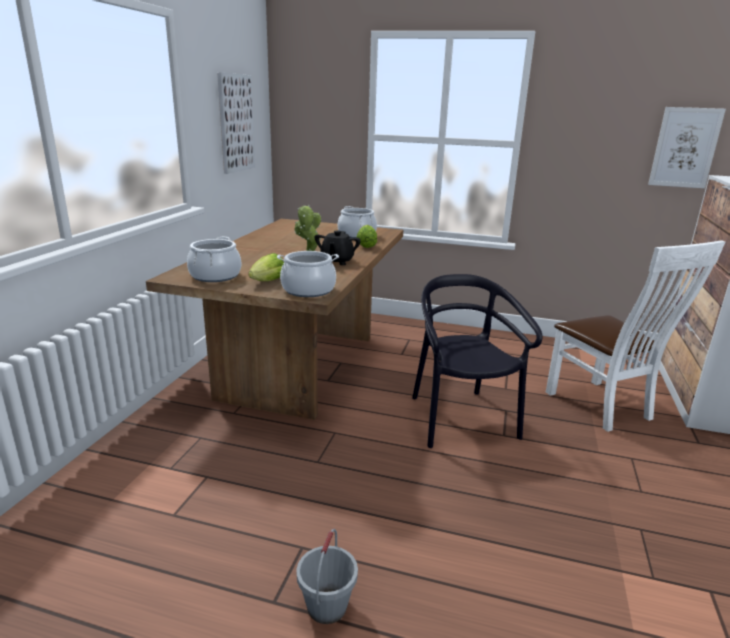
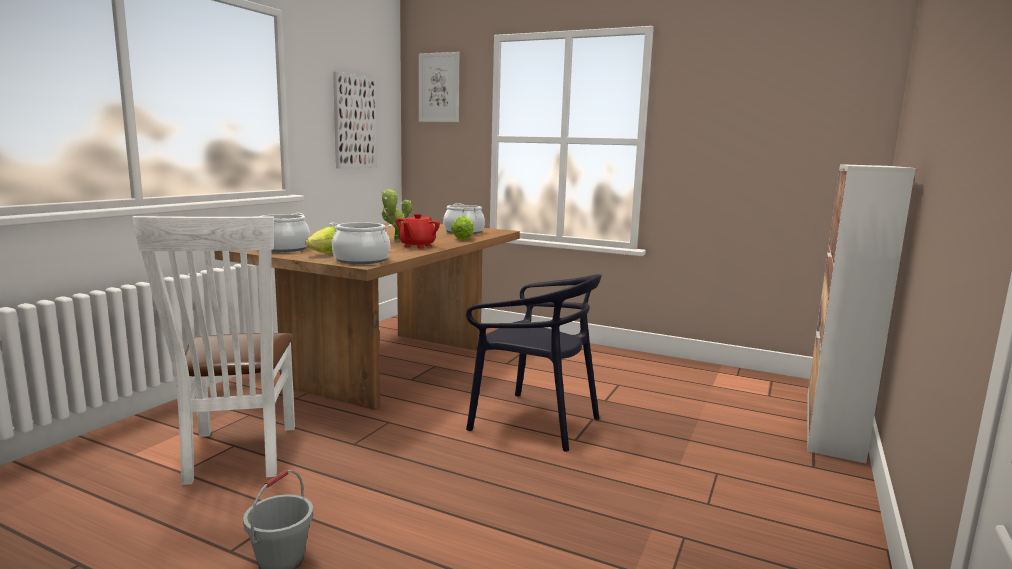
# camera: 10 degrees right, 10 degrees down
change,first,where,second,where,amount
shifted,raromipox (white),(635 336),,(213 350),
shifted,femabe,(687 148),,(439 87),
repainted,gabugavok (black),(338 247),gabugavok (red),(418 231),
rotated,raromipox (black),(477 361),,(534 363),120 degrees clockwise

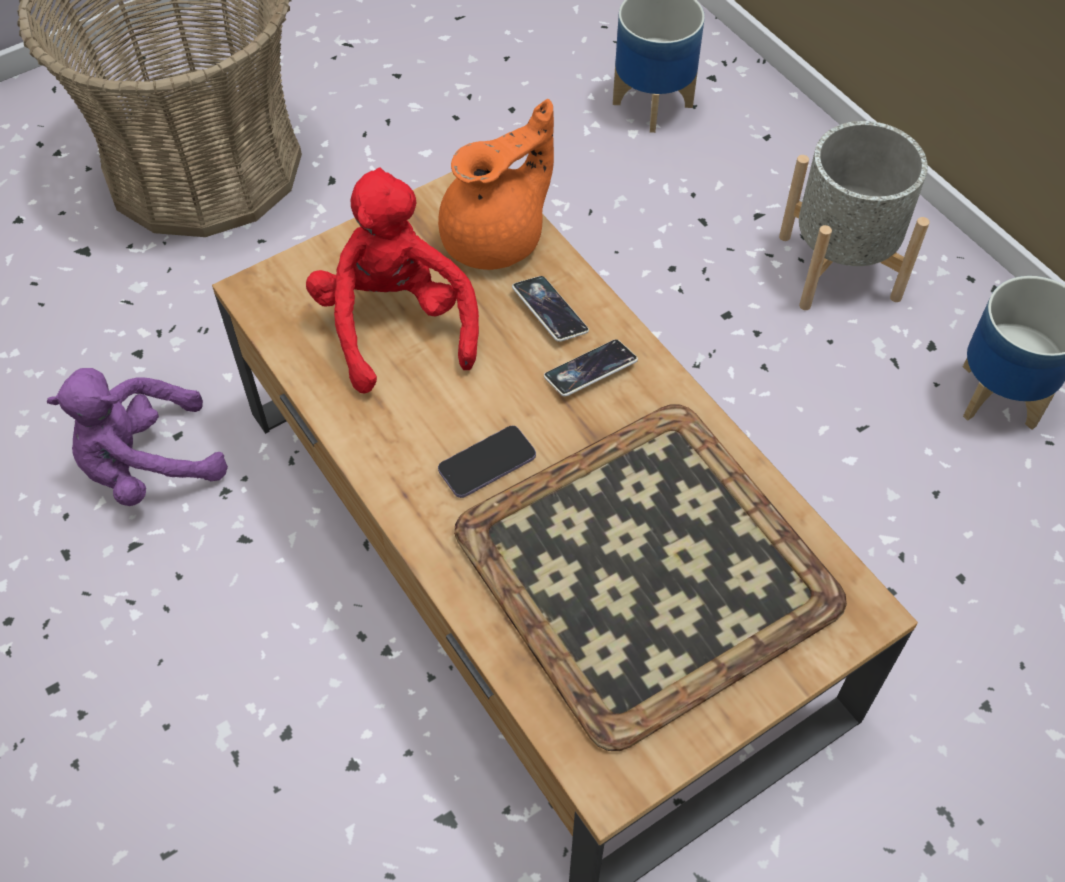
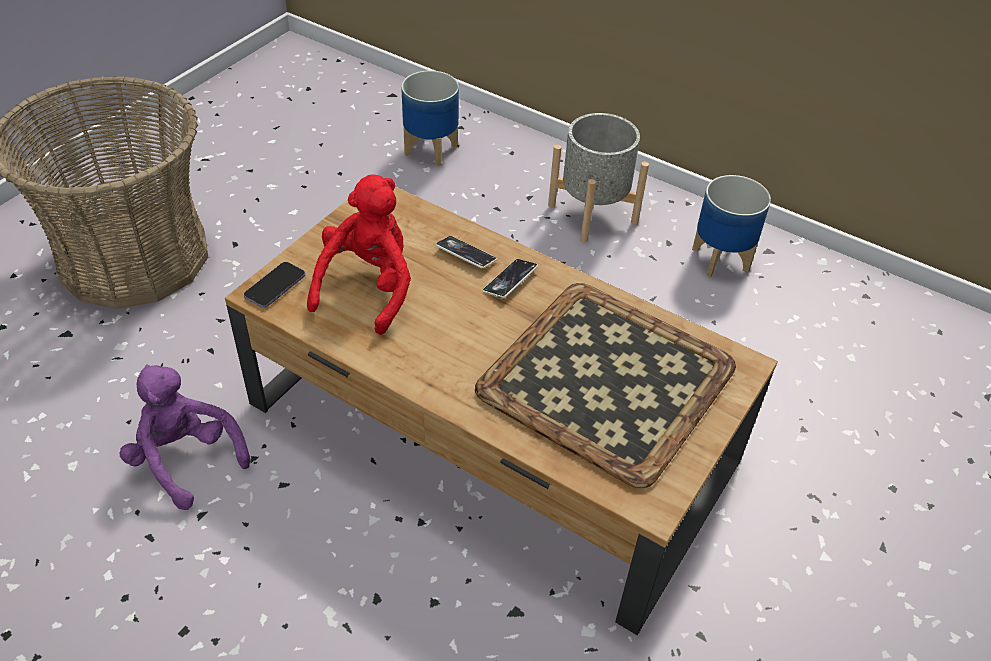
# camera: 25 degrees left, 10 degrees down
change,first,where,second,where,amount
gone,gabugavok (orange),(496 184),,,
shifted,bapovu,(487 462),,(274 285),
rotated,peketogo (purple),(137 437),,(184 437),90 degrees clockwise
rotated,peketogo (red),(392 280),,(359 255),60 degrees clockwise

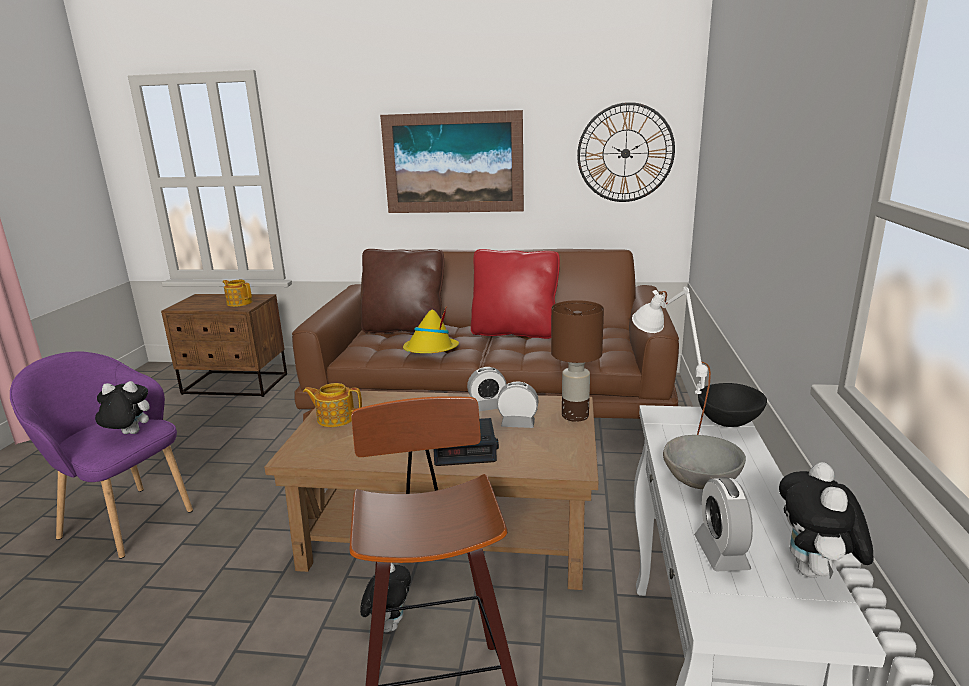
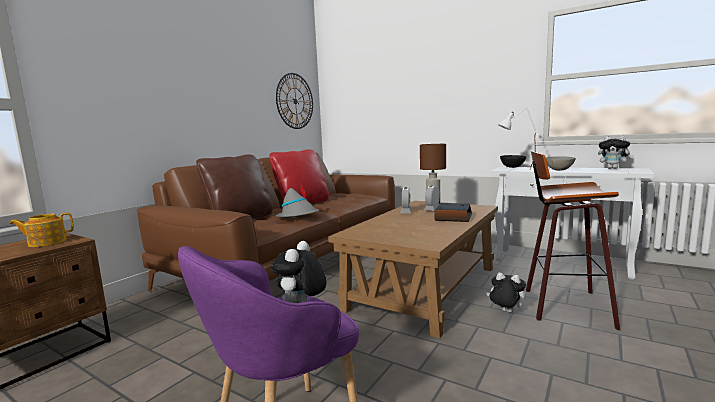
# camera: 65 degrees left, 10 degrees down
change,first,where,second,where,amount
gone,gabugavok,(332 405),,,
gone,femabe,(452 161),,,
gone,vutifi,(723 524),,,
repainted,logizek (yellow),(431 329),logizek (grey),(297 200),

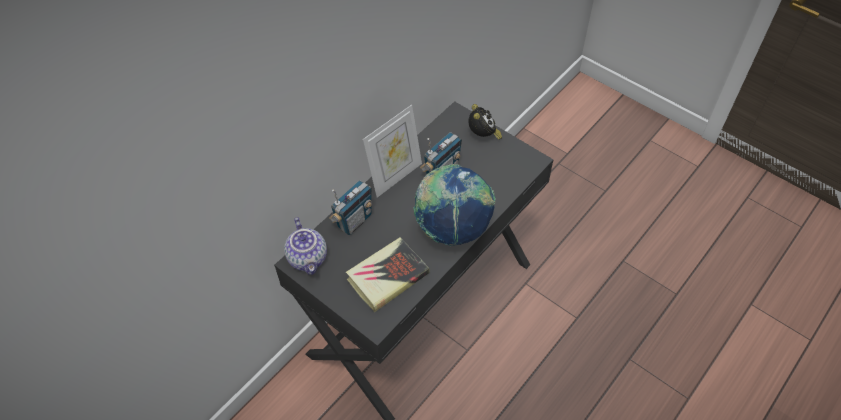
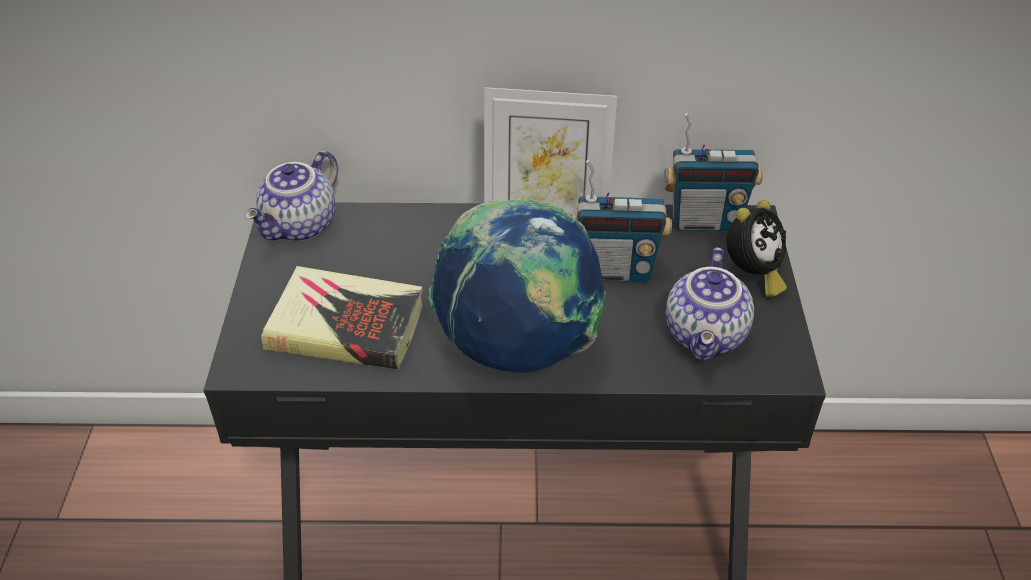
# camera: 50 degrees right, 10 degrees down
change,first,where,second,where,amount
new,,,gabugavok,(710 303),
shifted,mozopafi,(350 207),,(713 172),

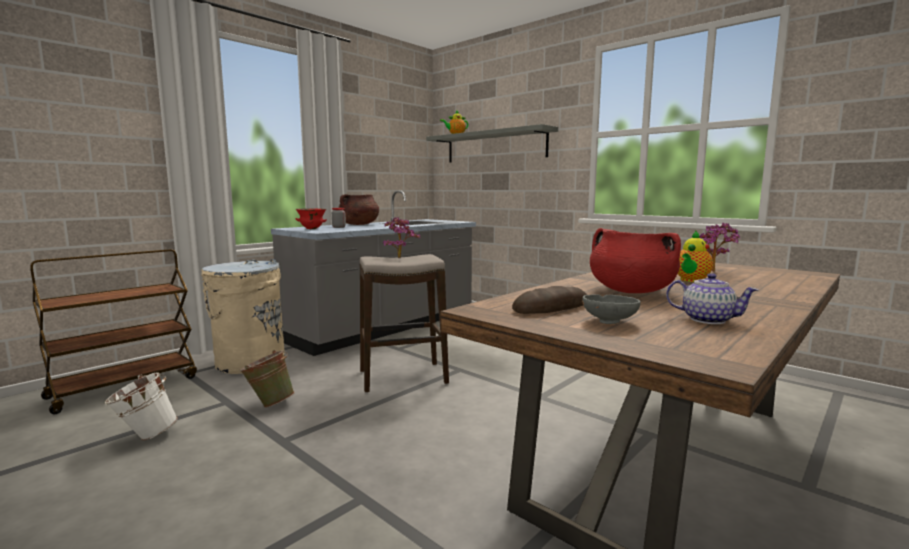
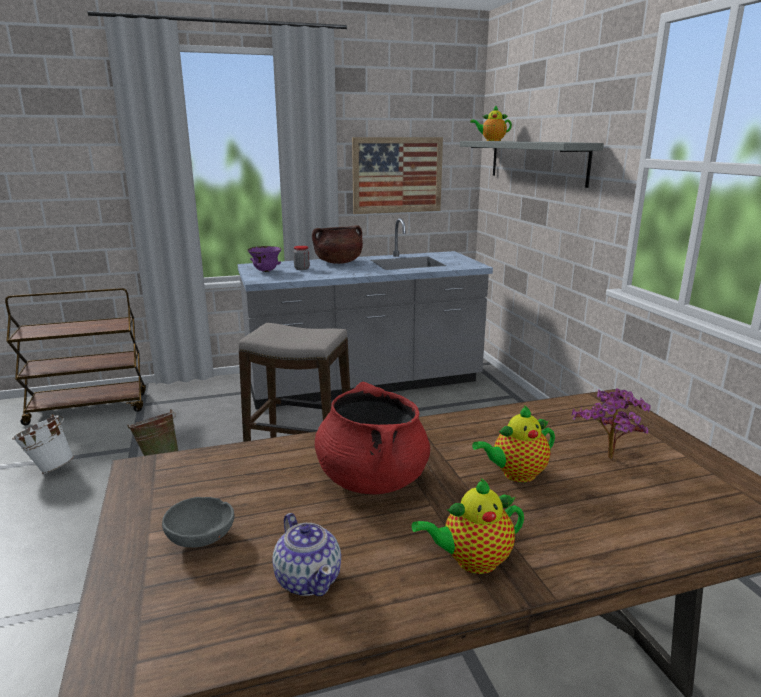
# camera: 30 degrees right, 10 degrees up
change,first,where,second,where,amount
gone,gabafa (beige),(243 316),,,
gone,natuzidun,(401 237),,,
gone,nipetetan,(549 300),,,
new,,,femabe,(397 175),
new,,,gabugavok,(467 526),
repainted,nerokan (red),(311 218),nerokan (purple),(264 259),

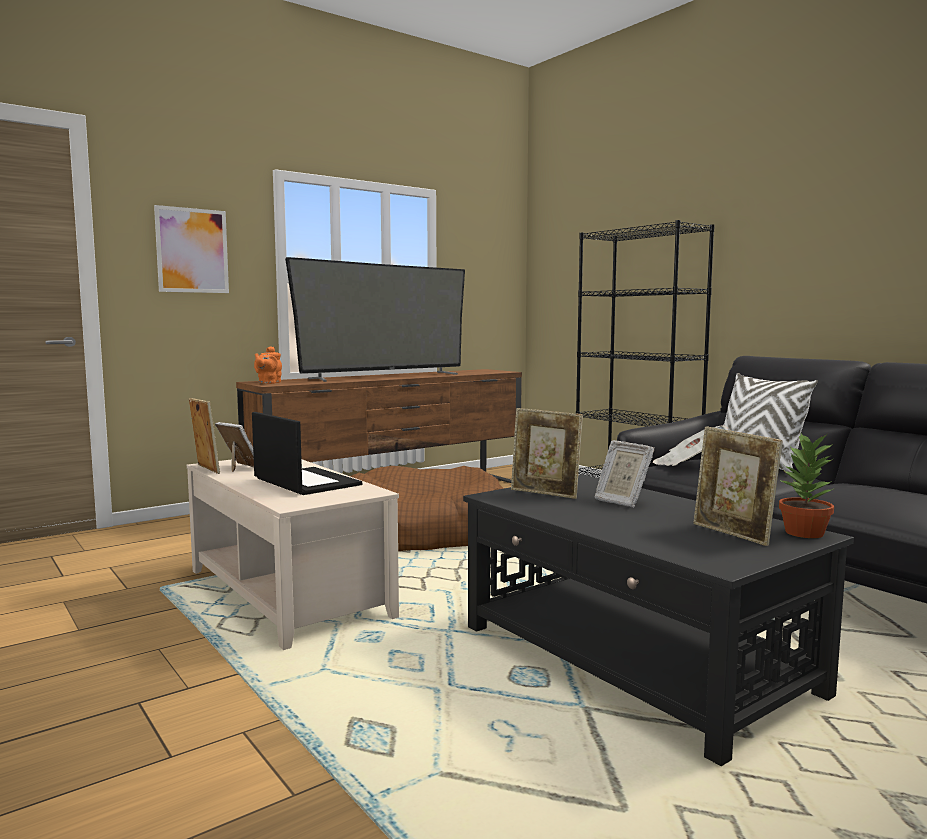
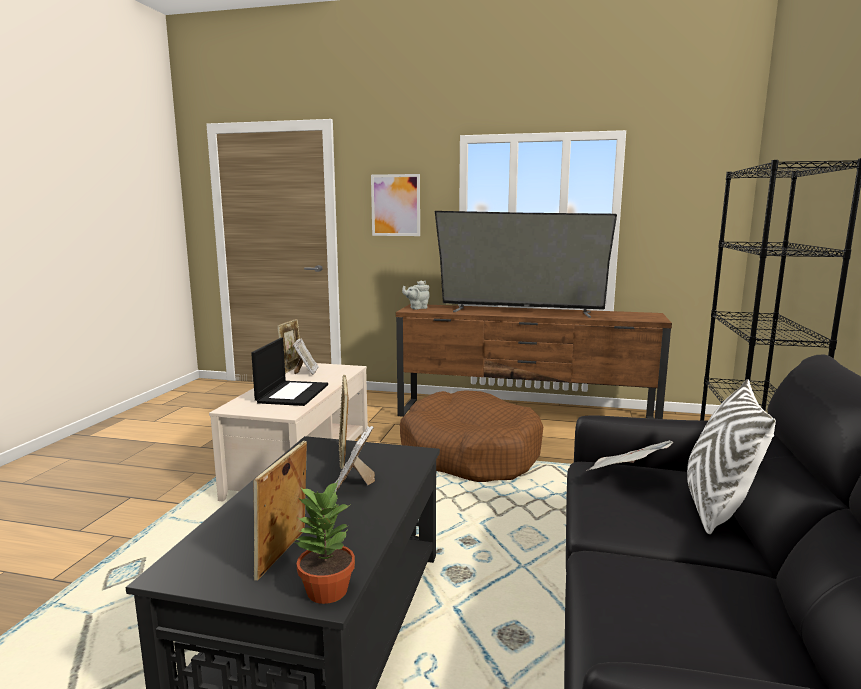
# camera: 50 degrees right, 5 degrees up
change,first,where,second,where,amount
repainted,gabugavok (orange),(268 365),gabugavok (grey),(416 295),

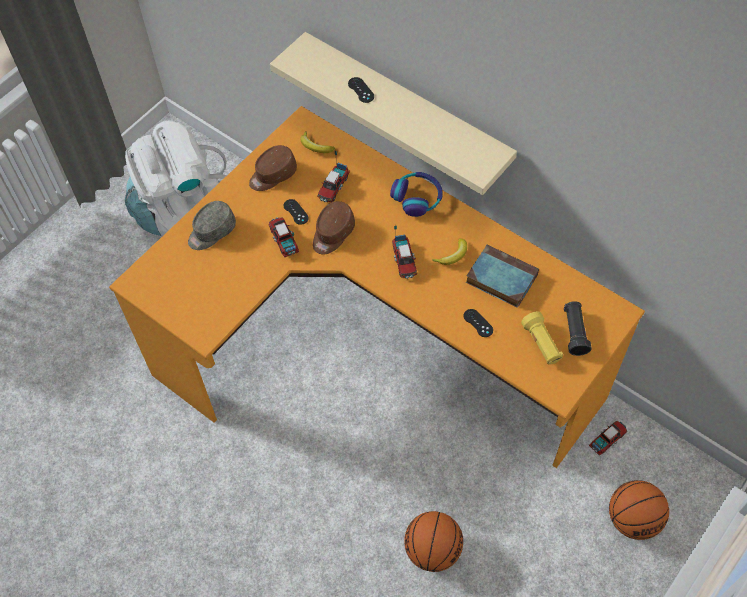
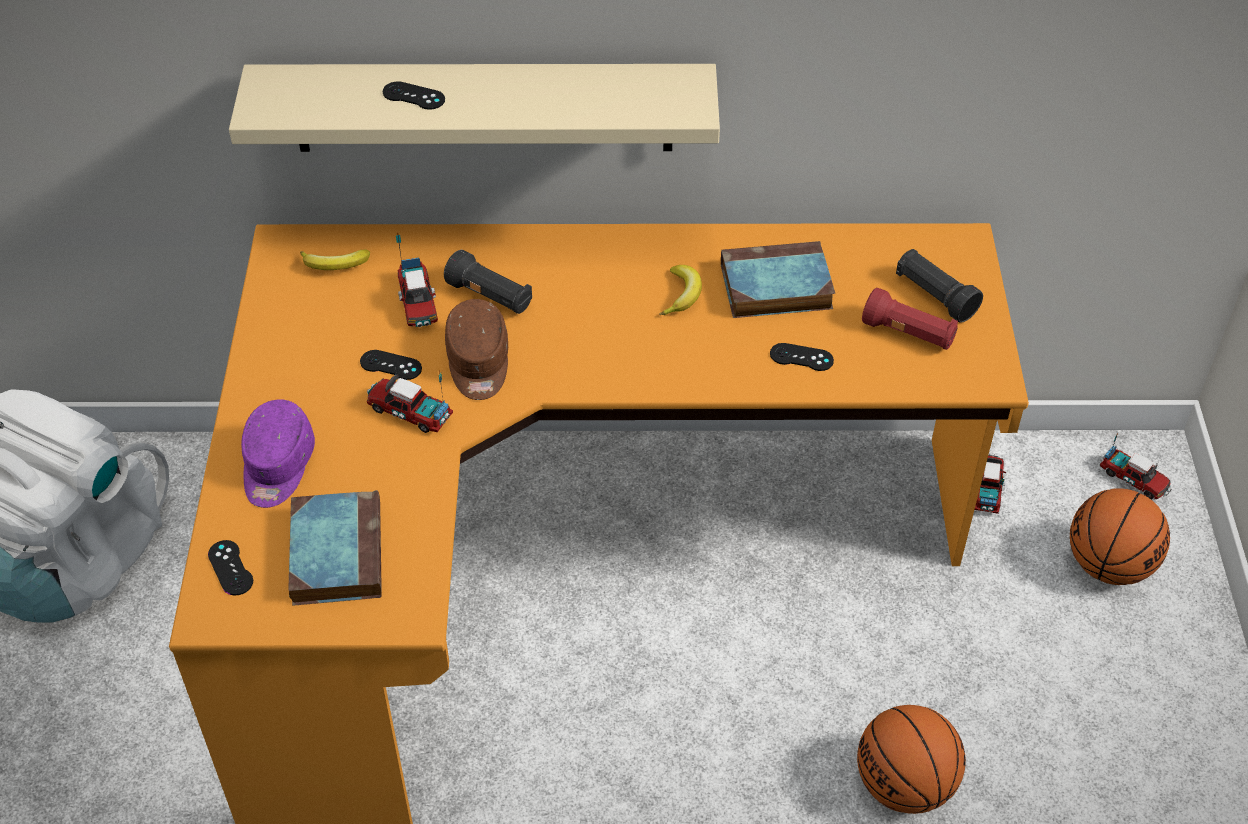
# camera: 40 degrees left, 10 degrees down
change,first,where,second,where,amount
gone,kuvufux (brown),(273 168),,,
gone,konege,(416 194),,,
new,,,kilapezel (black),(230 567),
new,,,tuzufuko,(335 547),
new,,,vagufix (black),(488 282),
shifted,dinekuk,(404 251),,(1135 466),
repainted,kuvufux (grey),(212 225),kuvufux (purple),(278 453),
repainted,vagufix (yellow),(542 338),vagufix (red),(910 319),

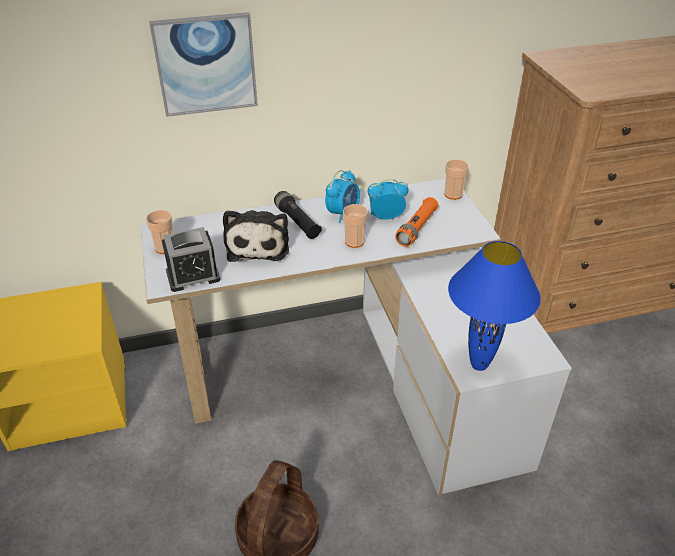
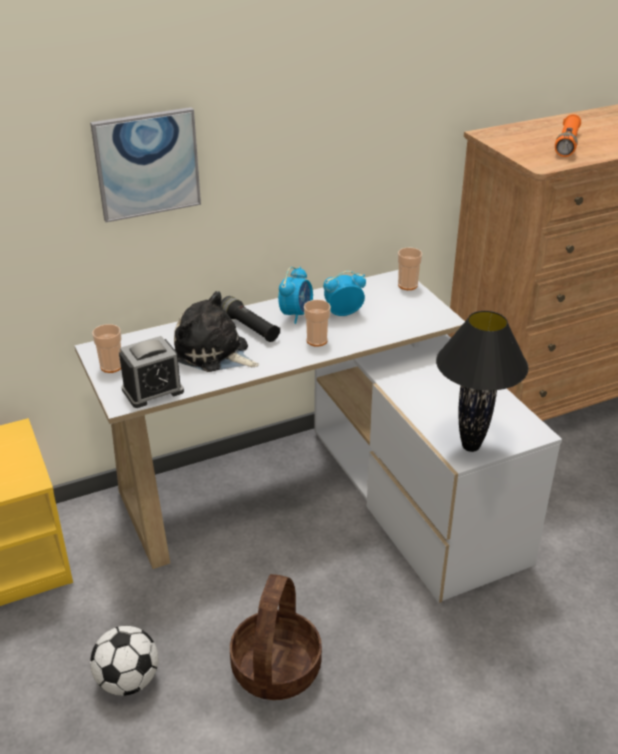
# camera: 10 degrees left, 5 degrees down
change,first,where,second,where,amount
new,,,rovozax,(124 661),
shifted,vagufix (orange),(416 222),,(568 135),
repainted,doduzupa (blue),(494 306),doduzupa (black),(482 381),
rotated,peketogo,(256 236),,(216 331),135 degrees clockwise

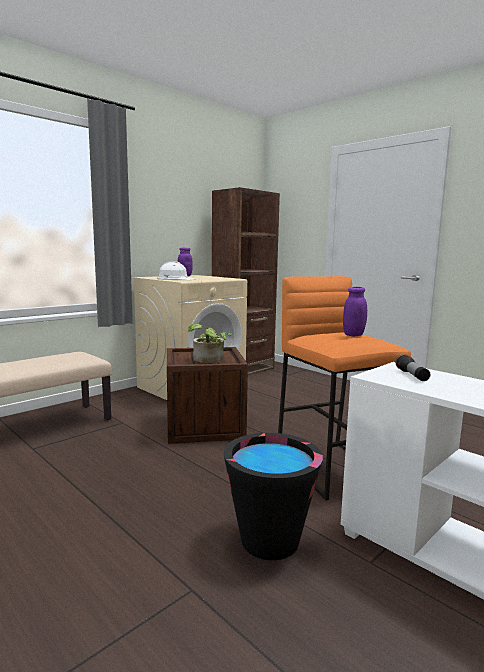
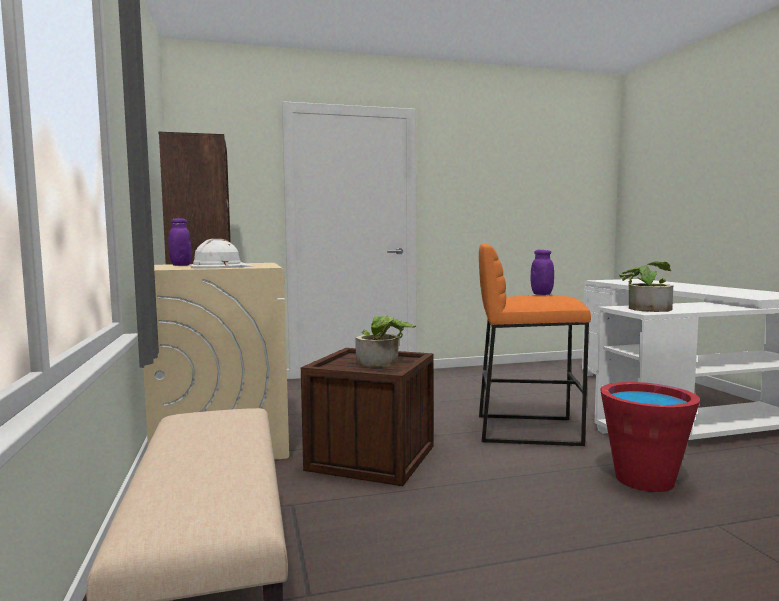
# camera: 60 degrees left, 5 degrees down
change,first,where,second,where,amount
swapped,vagufix,(413 367),natuzidun,(646 286),
repainted,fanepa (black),(273 496),fanepa (red),(650 437),

